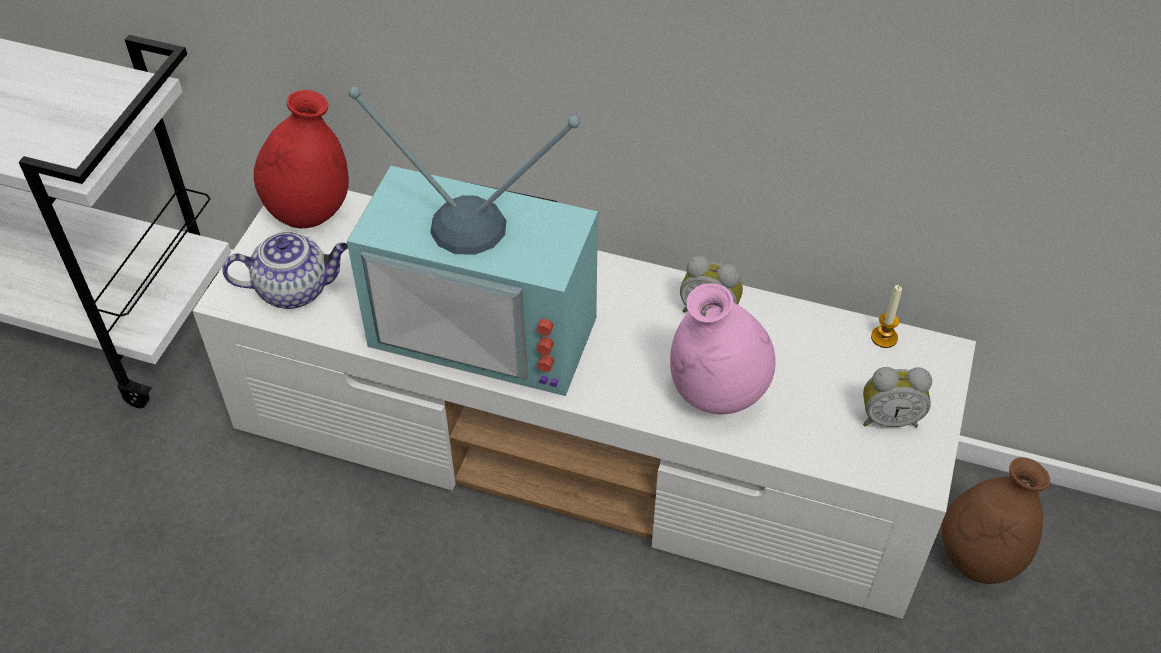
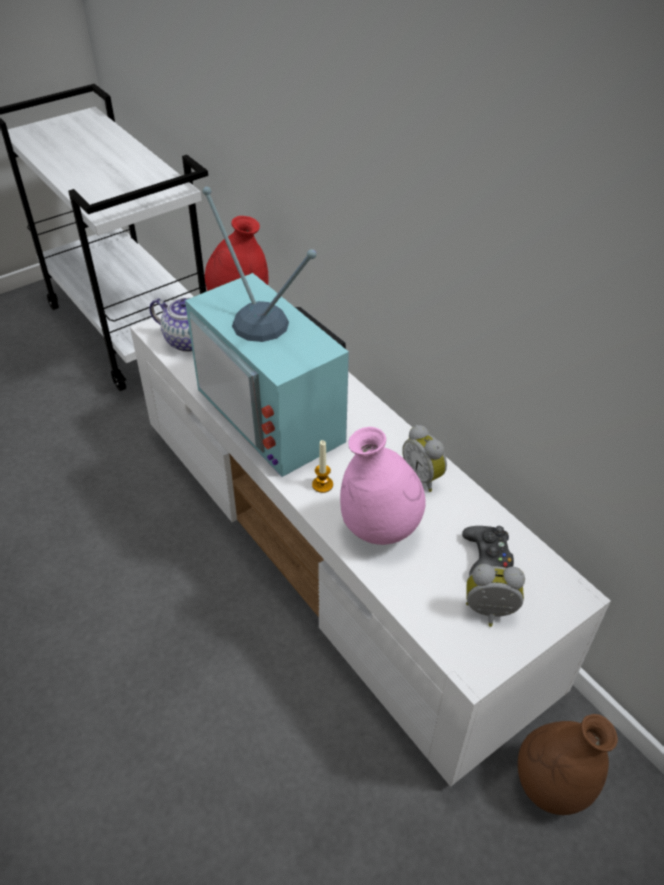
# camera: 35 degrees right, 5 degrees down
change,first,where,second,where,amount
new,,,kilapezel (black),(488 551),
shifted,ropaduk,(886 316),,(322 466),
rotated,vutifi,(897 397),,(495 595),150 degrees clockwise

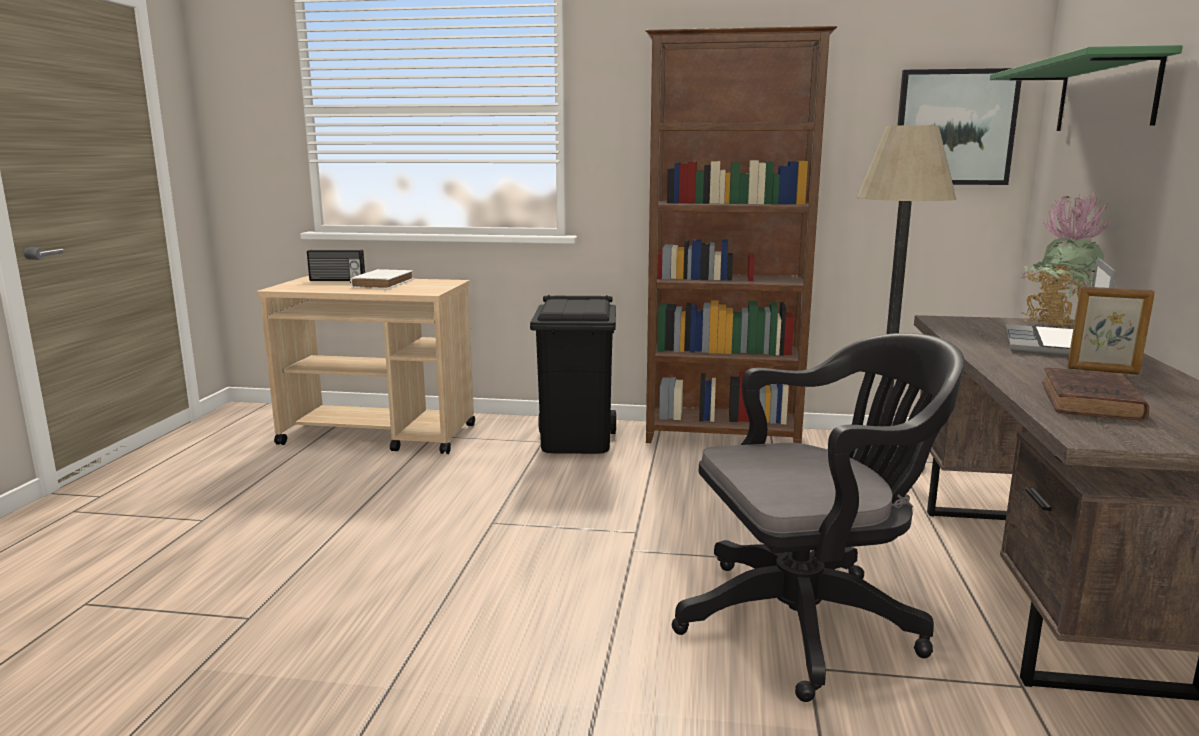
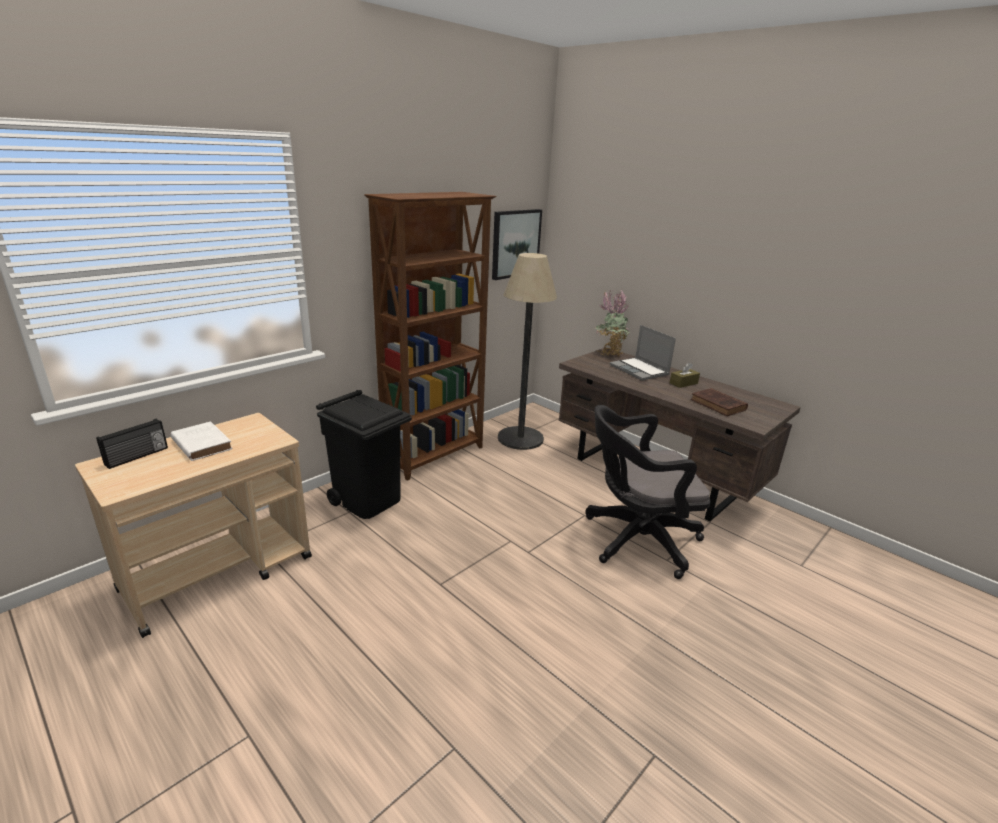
# camera: 55 degrees left, 10 degrees up
change,first,where,second,where,amount
gone,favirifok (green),(1086 88),,,
swapped,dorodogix,(1111 330),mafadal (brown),(685 375),
rotated,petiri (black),(818 517),,(648 492),120 degrees counterclockwise

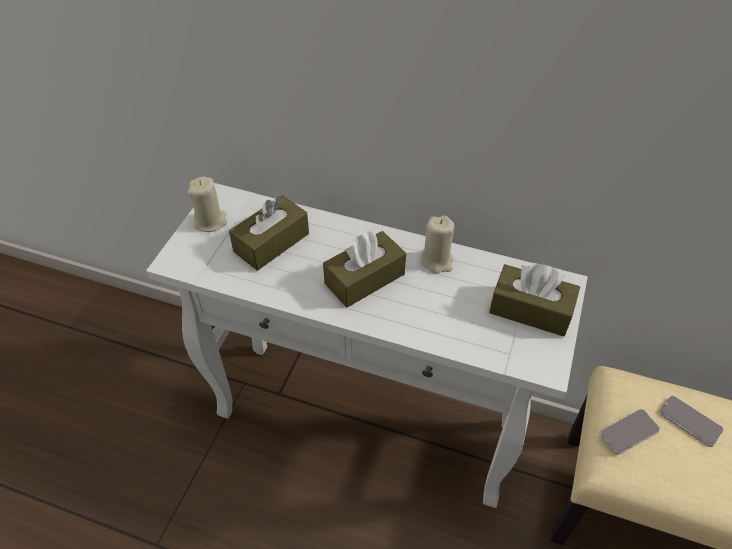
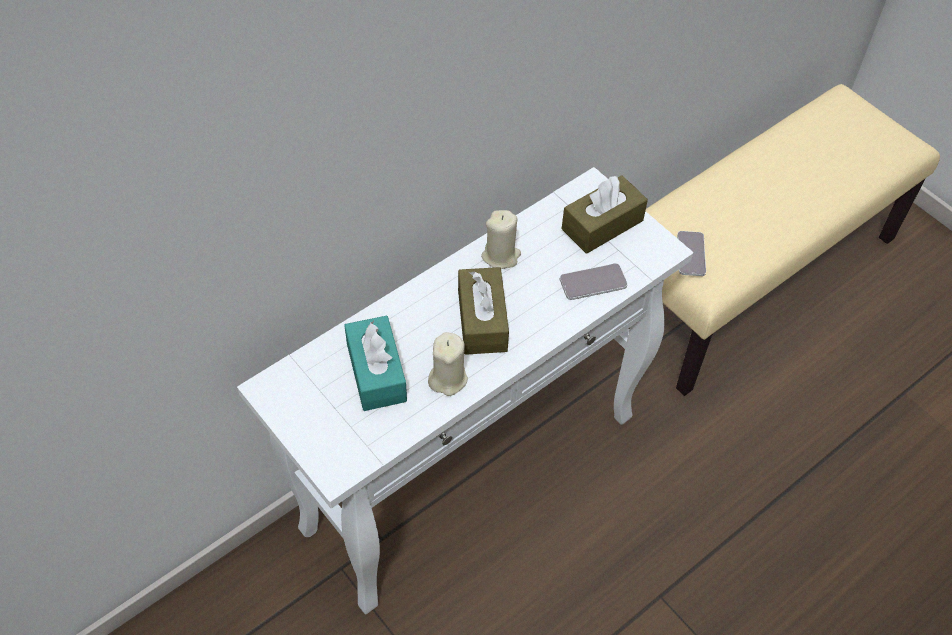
# camera: 60 degrees left, 5 degrees up
change,first,where,second,where,amount
shifted,ropaduk (beige),(207 204),,(448 364),
shifted,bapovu,(691 421),,(594 281),
repainted,mafadal (brown),(269 233),mafadal (turquoise),(375 363),

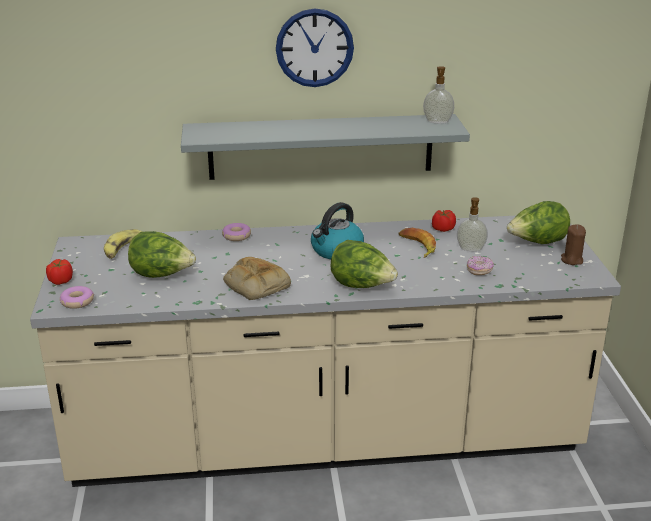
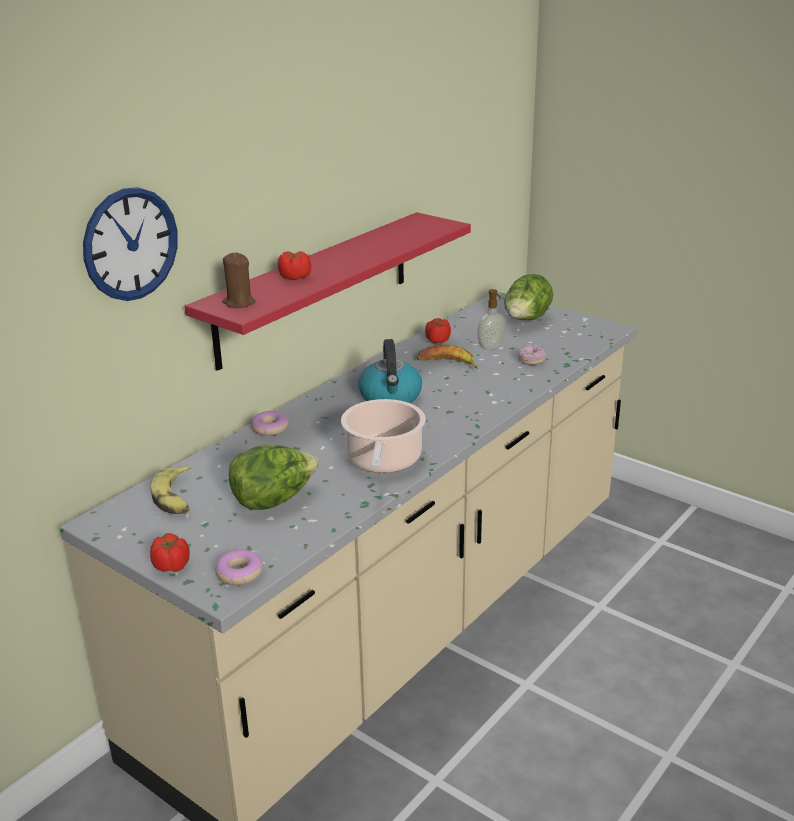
# camera: 45 degrees left, 0 degrees up
change,first,where,second,where,amount
gone,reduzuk,(364 264),,,
gone,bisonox,(438 95),,,
new,,,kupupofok,(294 265),
shifted,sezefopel,(315 47),,(130 244),
shifted,ropaduk (brown),(573 244),,(238 280),
swapped,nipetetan,(257 278),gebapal,(383 436),
repainted,favirifok (grey),(325 147),favirifok (red),(328 291),

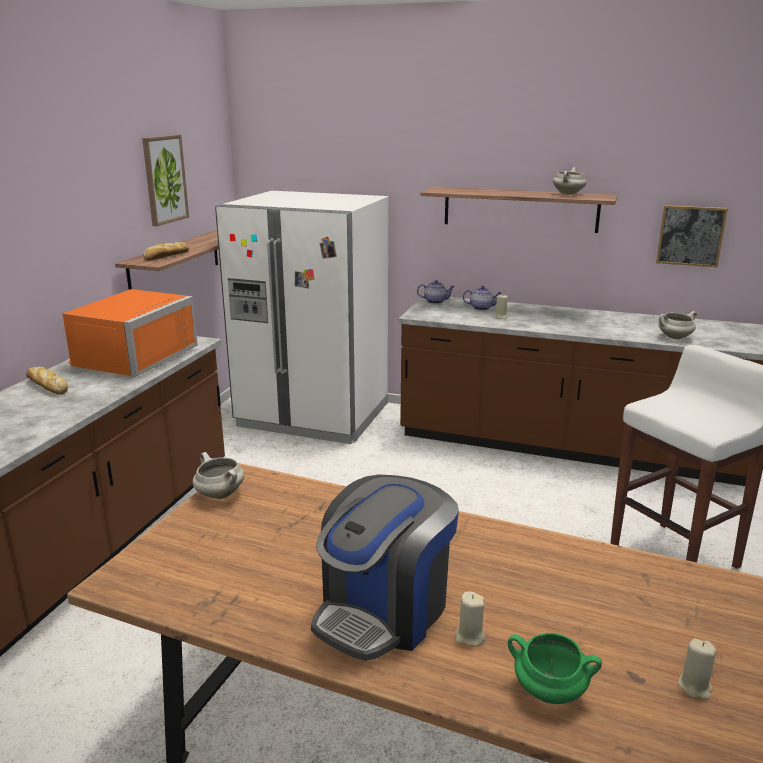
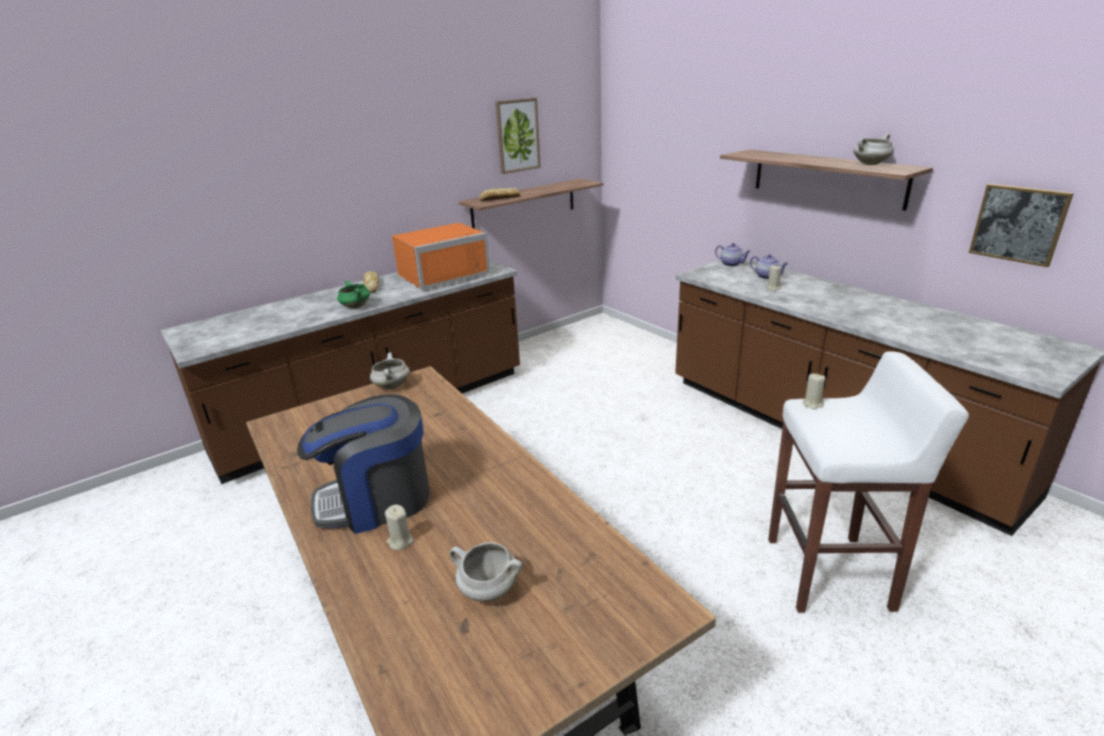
# camera: 35 degrees right, 5 degrees up
change,first,where,second,where,amount
gone,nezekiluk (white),(301 317),,,
shifted,gebapal (green),(555 668),,(353 294),
shifted,gebapal (white),(678 325),,(486 572),
shifted,ropaduk (beige),(697 669),,(814 391),

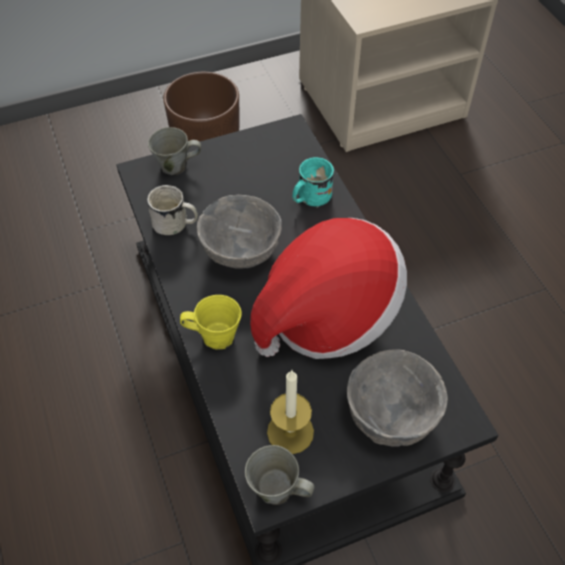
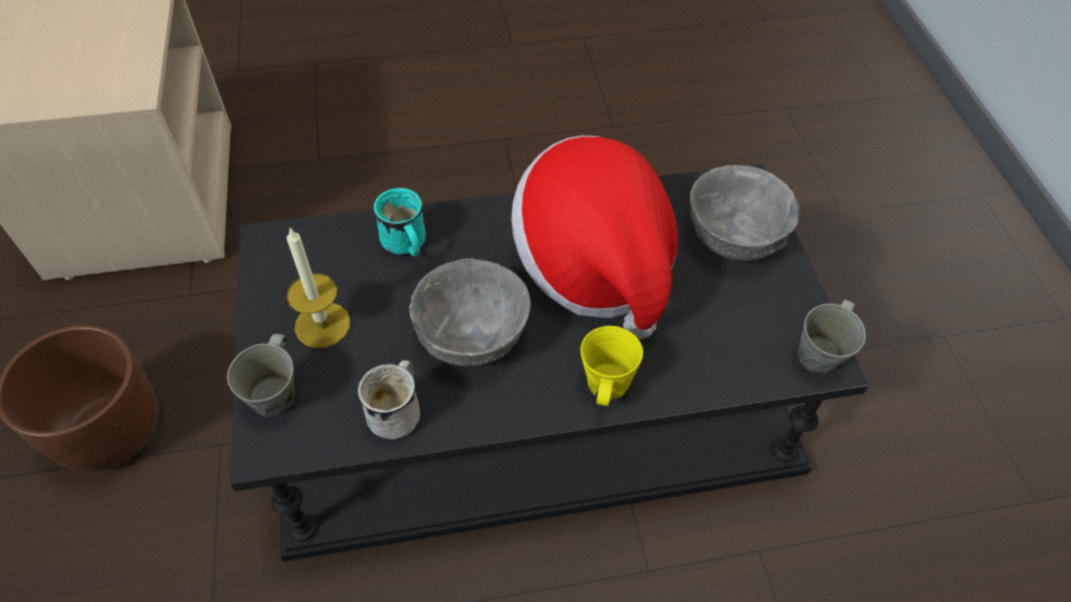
# camera: 80 degrees left, 0 degrees up
change,first,where,second,where,amount
shifted,ropaduk,(290 412),,(318 288),

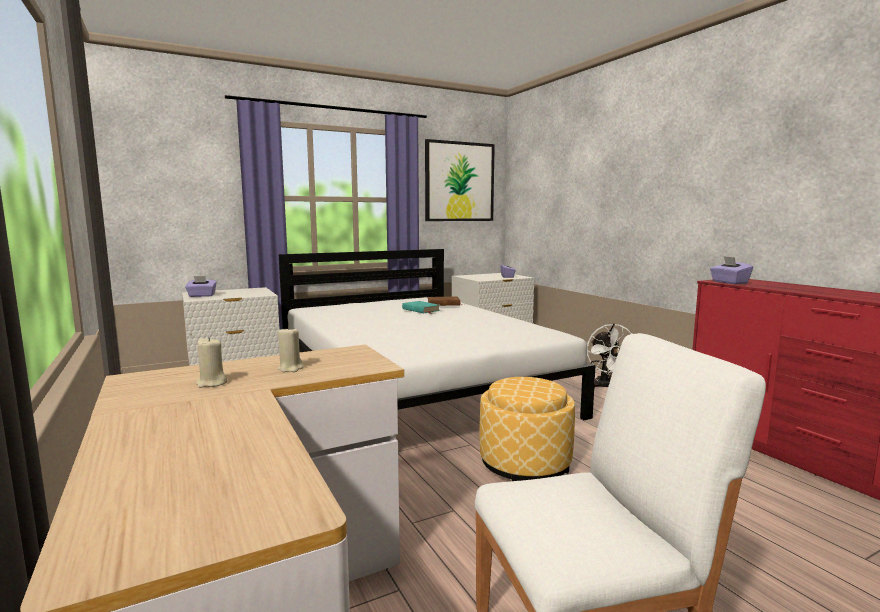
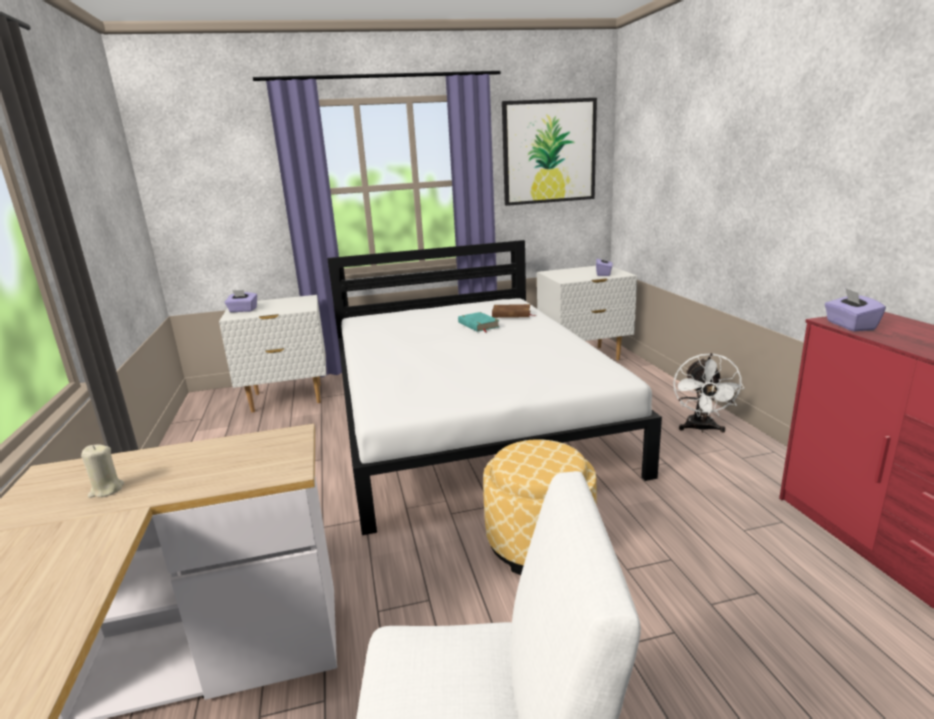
# camera: 15 degrees right, 10 degrees up
change,first,where,second,where,amount
gone,ropaduk (beige),(290 349),,,

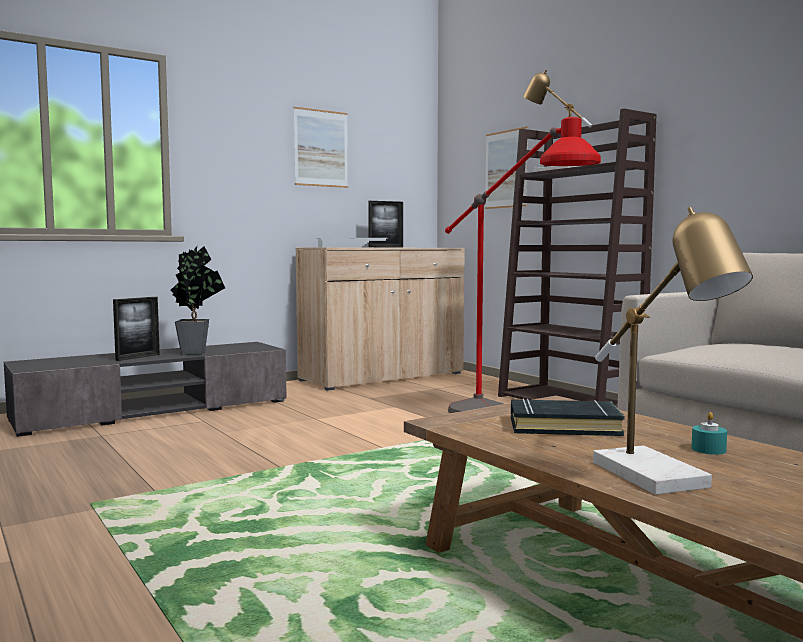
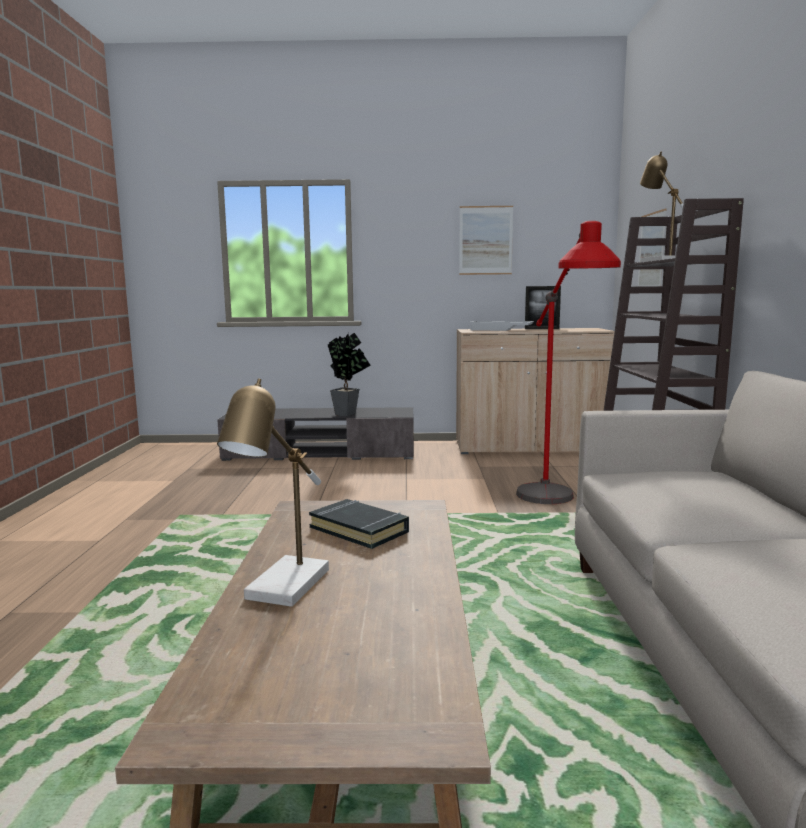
# camera: 35 degrees right, 5 degrees up
change,first,where,second,where,amount
gone,dorodogix,(136 329),,,
gone,ropaduk (turquoise),(709 433),,,

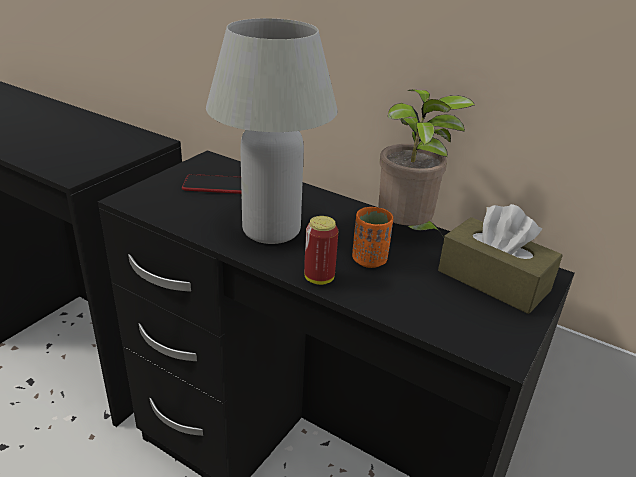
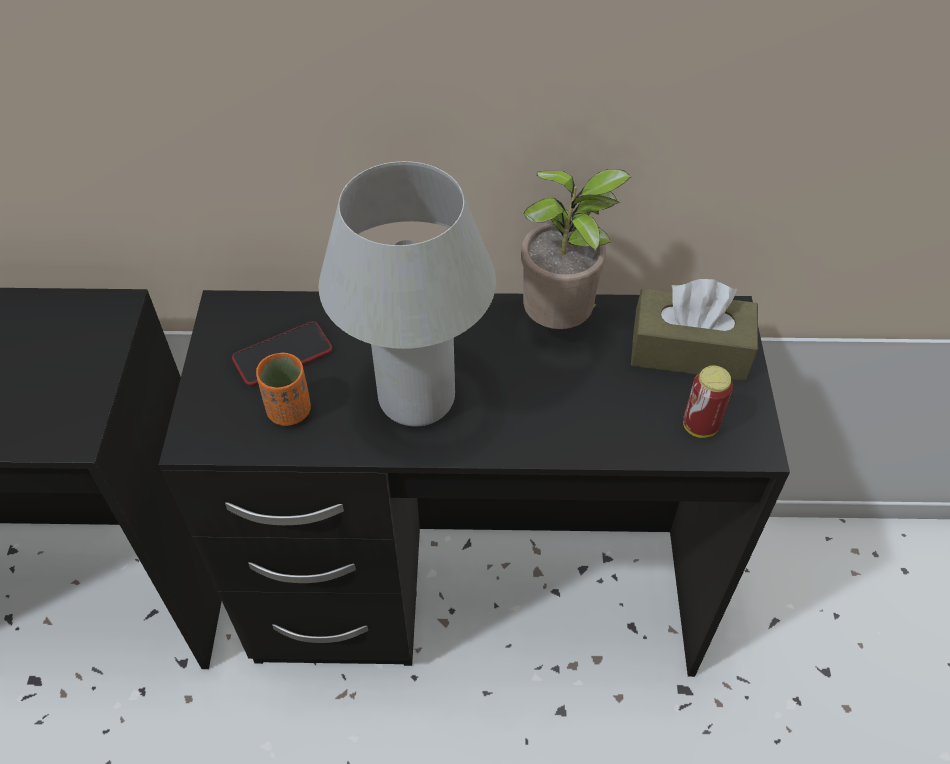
# camera: 30 degrees left, 20 degrees up
change,first,where,second,where,amount
shifted,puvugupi,(321 250),,(708 401),
shifted,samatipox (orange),(372 237),,(283 389),

